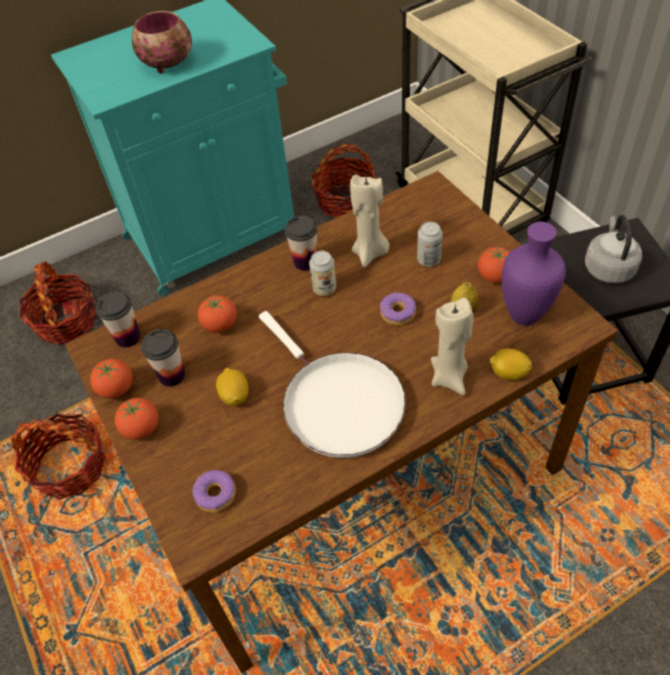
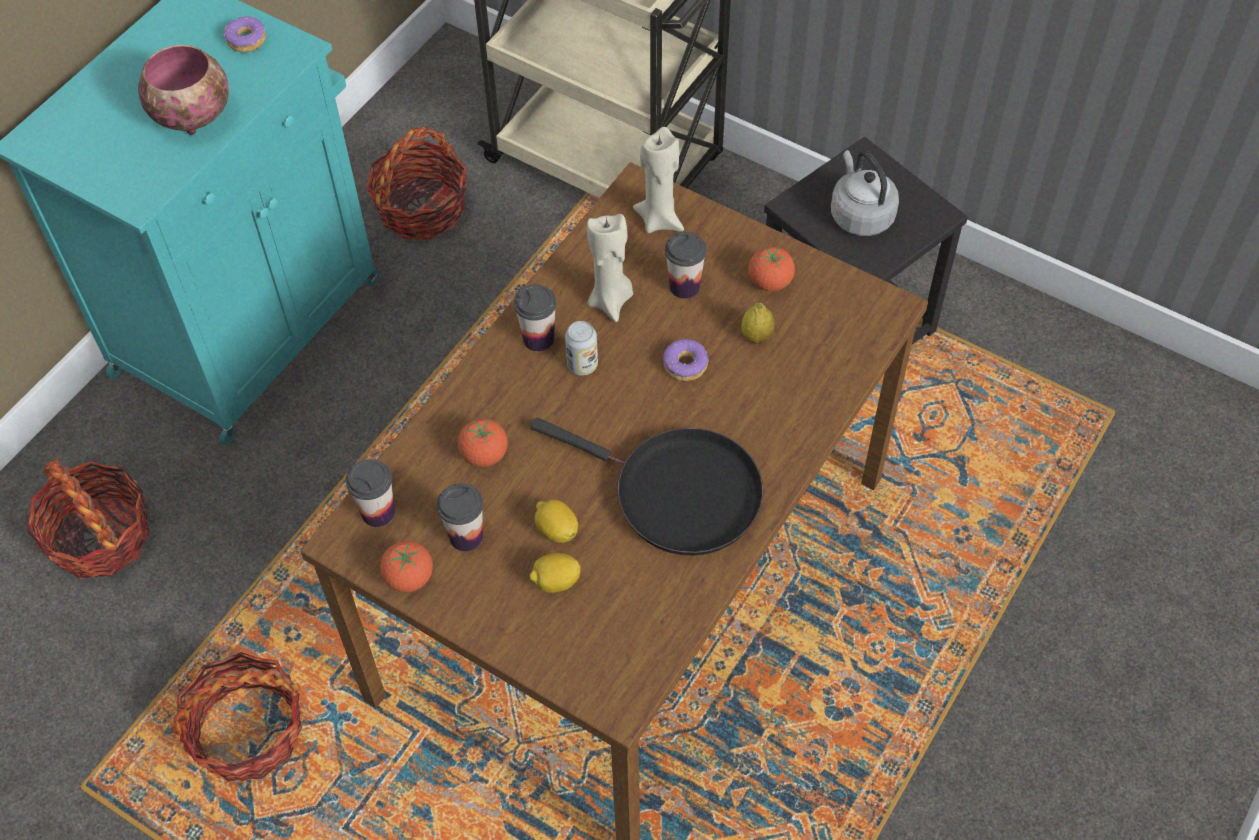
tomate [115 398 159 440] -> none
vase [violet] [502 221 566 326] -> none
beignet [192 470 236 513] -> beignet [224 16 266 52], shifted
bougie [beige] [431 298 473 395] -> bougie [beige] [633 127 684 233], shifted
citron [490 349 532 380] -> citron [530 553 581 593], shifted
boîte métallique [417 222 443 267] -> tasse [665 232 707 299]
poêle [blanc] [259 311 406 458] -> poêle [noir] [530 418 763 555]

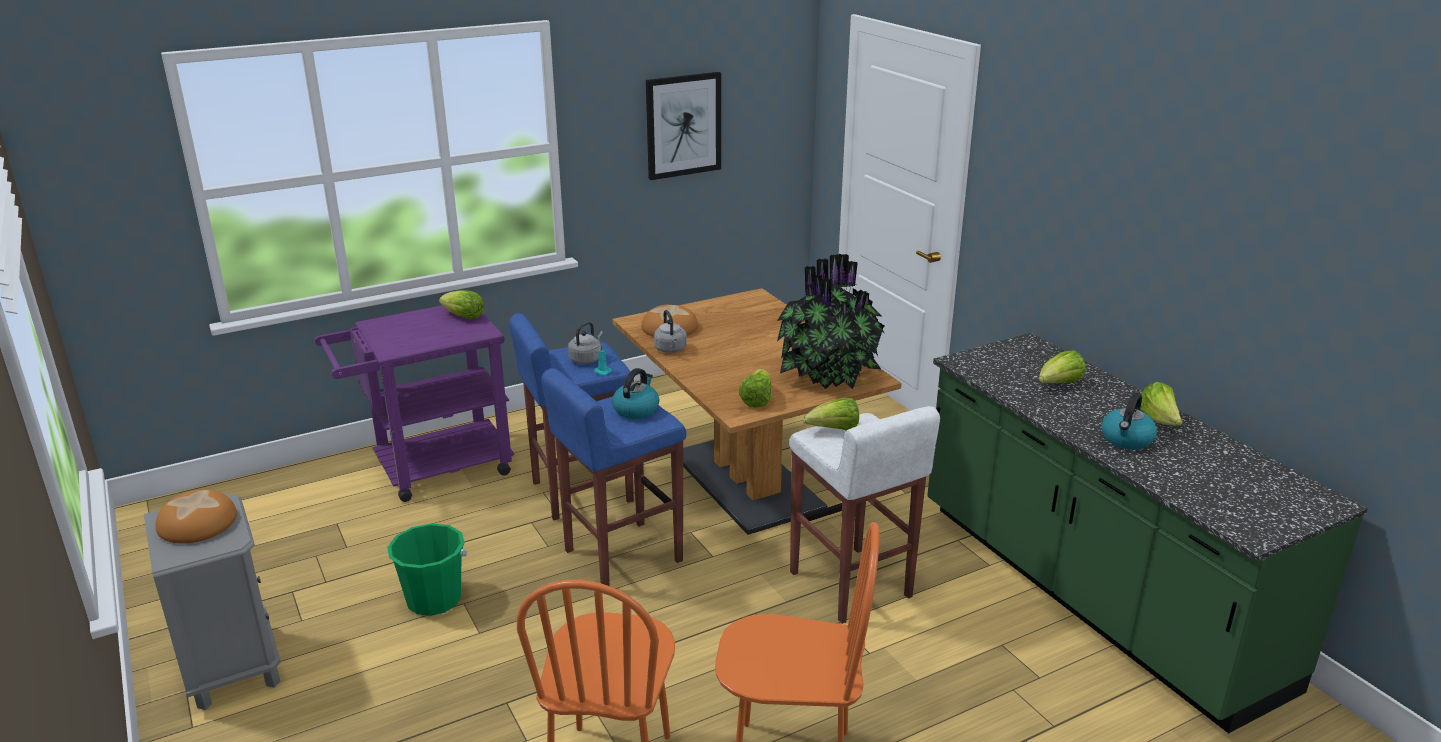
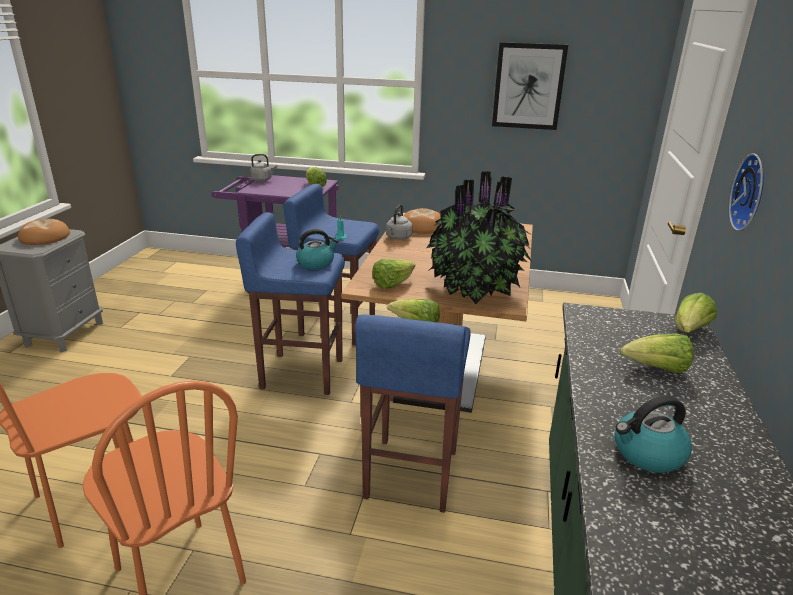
seau [vert] [387 523 467 616] -> none
none -> horloge murale [729 153 764 231]
bouilloire [gris] [568 322 603 364] -> bouilloire [gris] [250 154 277 181], shifted
laitue [1140 382 1182 426] -> laitue [675 293 717 333], shifted
tabouret [blanc] [789 406 940 624] -> tabouret [bleu] [355 314 470 513]

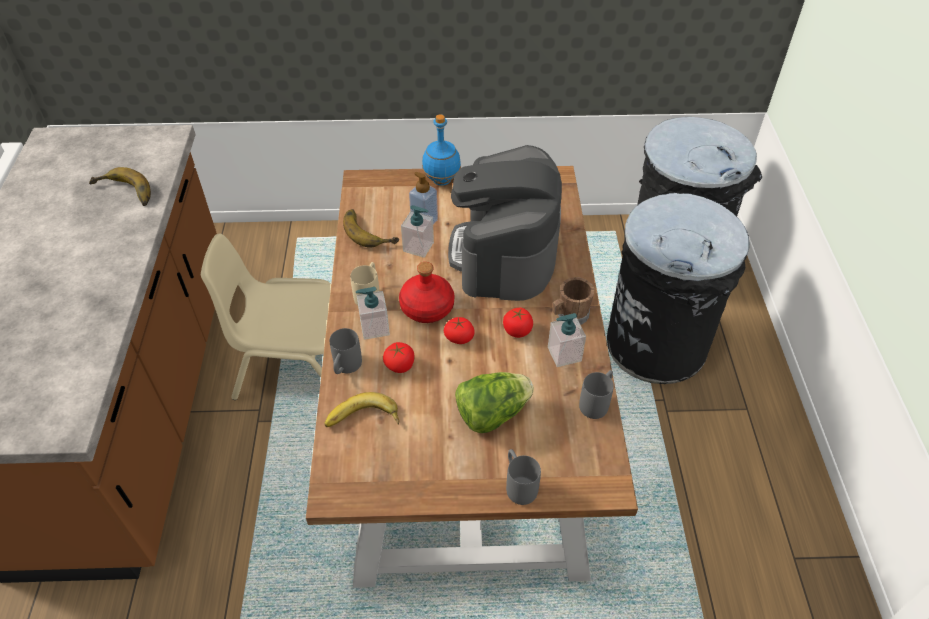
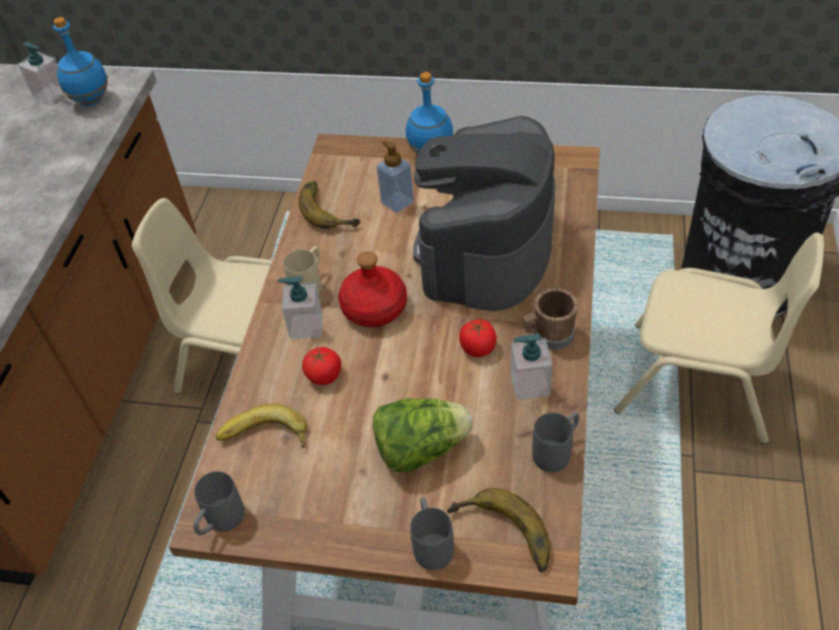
tomate [444 317 475 344] -> none
none -> bouteille [bleu] [53 17 108 106]
banane [89 167 151 206] -> banane [447 488 550 572], shifted
mug [gris] [330 328 362 374] -> mug [gris] [193 471 245 535], shifted
distributeur de savon [401 205 434 258] -> distributeur de savon [18 42 64 104], shifted
poubelle [noir] [607 193 750 384] -> chaise [beige] [614 232 824 444]

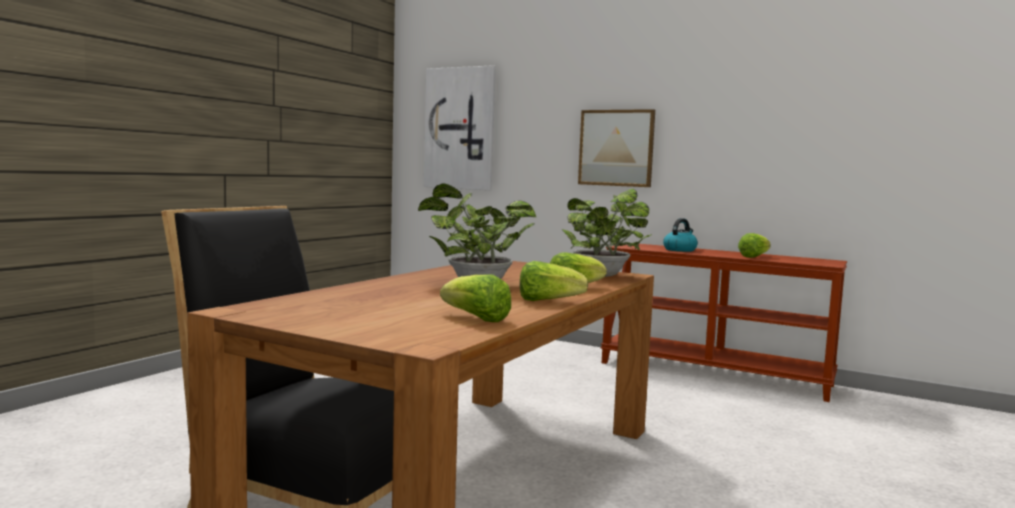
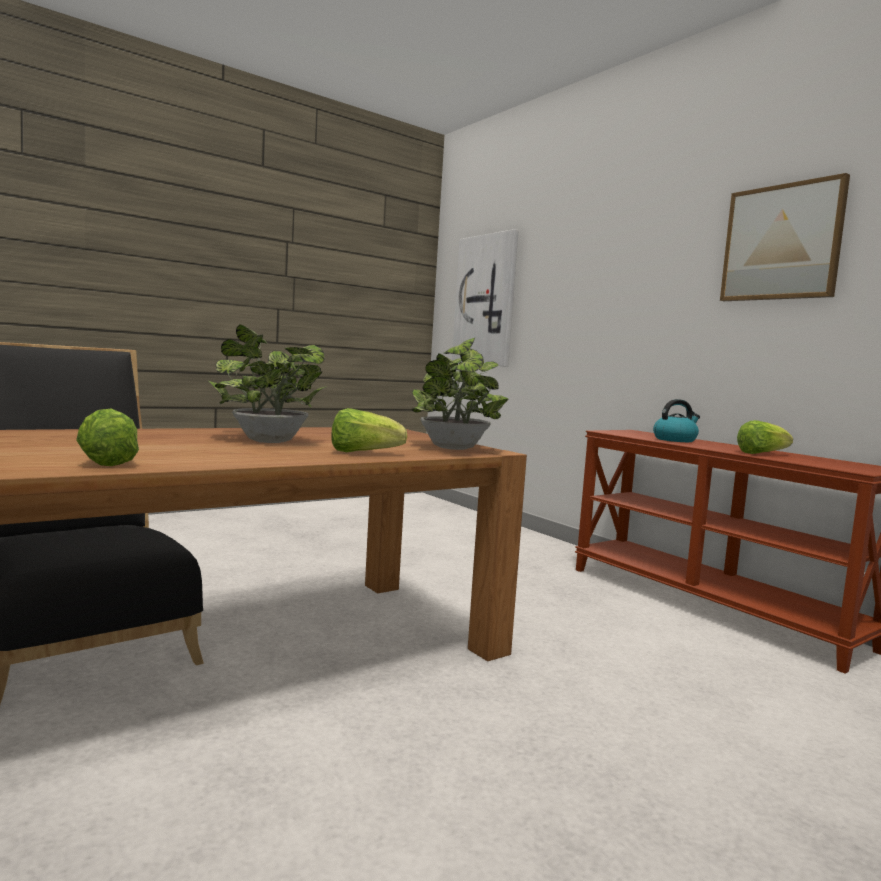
laitue [520 261 588 301] -> none
tableau [578 109 655 187] -> tableau [720 173 850 301], shifted

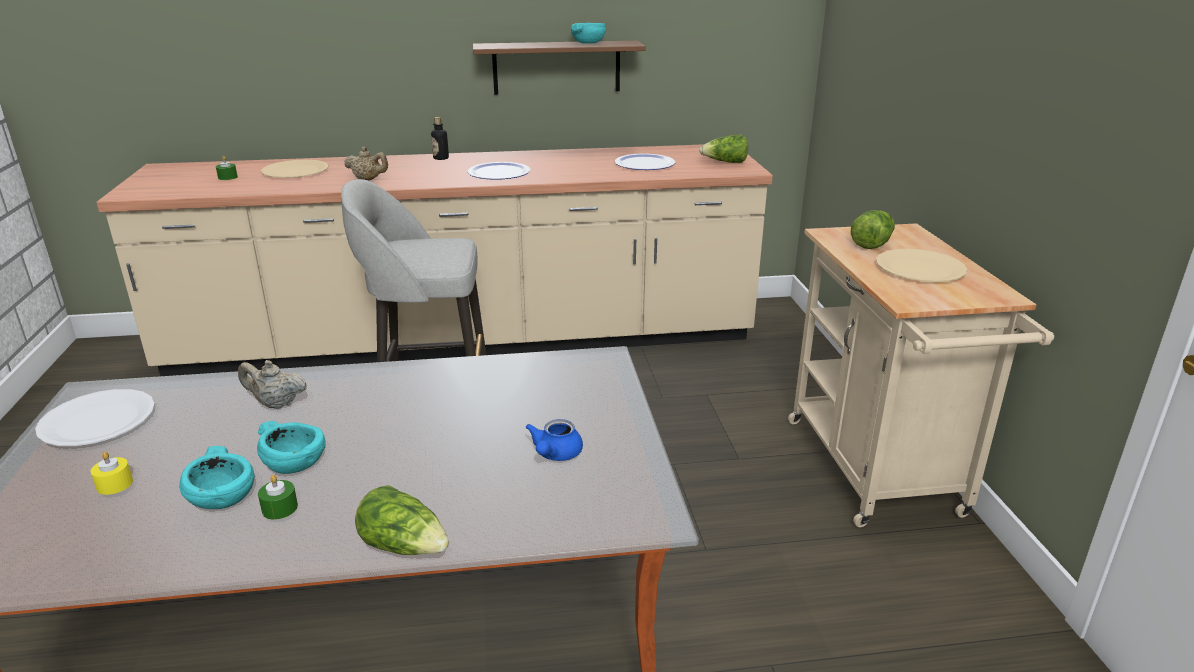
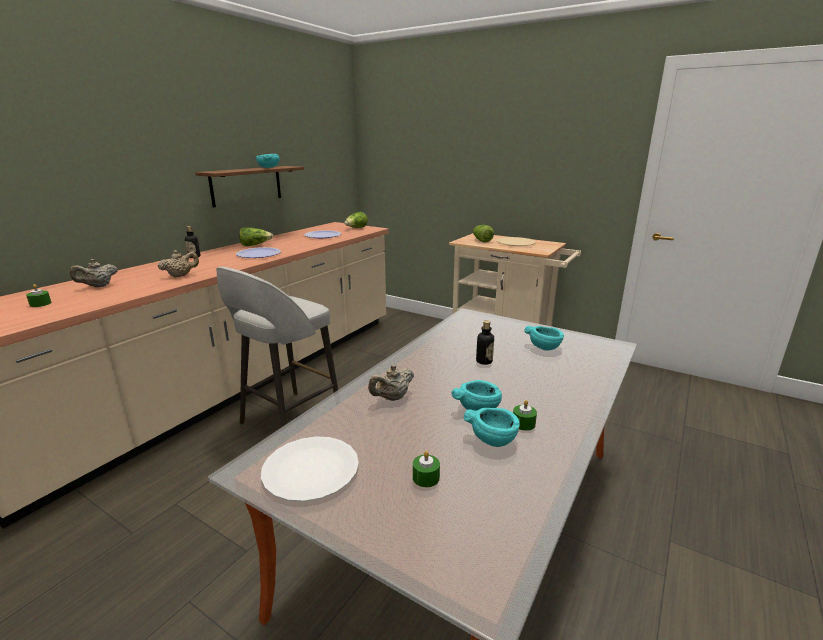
none -> bouteille [476 320 494 365]
laitue [355 485 449 555] -> laitue [239 228 273 246], shifted
assiette [beige] [261 160 329 178] -> théière [beige] [70 259 118 287]
théière [bleu] [526 419 583 461] -> bol [turquoise] [524 326 564 351]
bougie [jaune] [90 452 133 495] -> bougie [vert] [413 451 440 487]

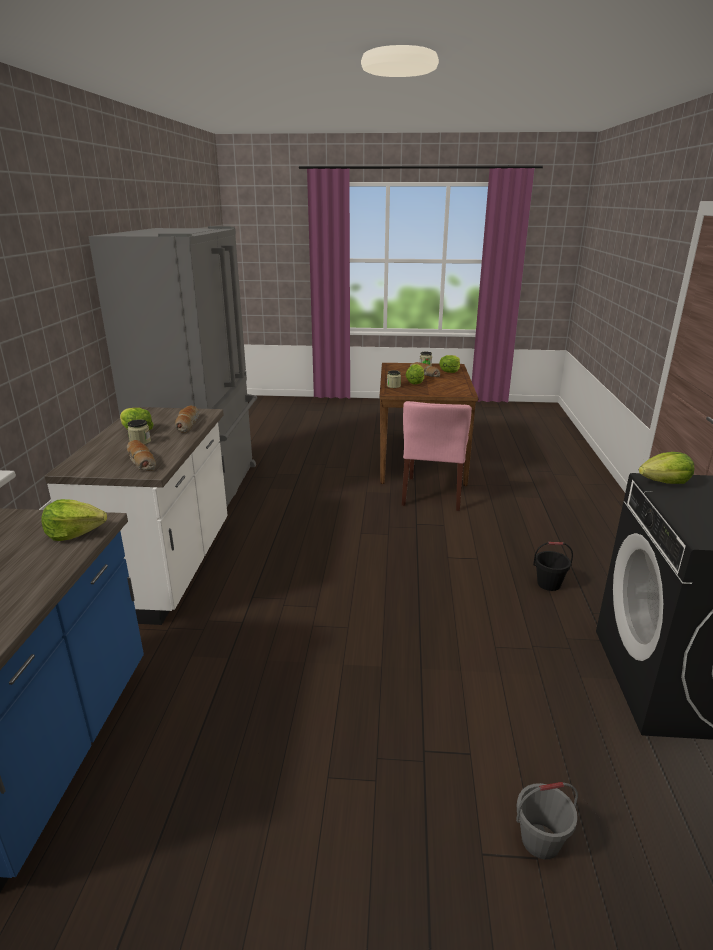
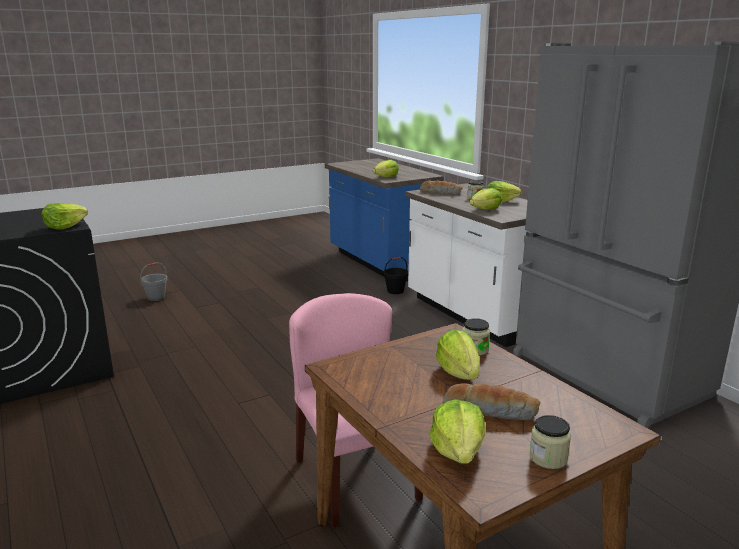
seau [noir] [533 542 573 591] -> seau [noir] [384 257 408 294], shifted
pain [175 405 199 433] -> laitue [470 188 502 210]

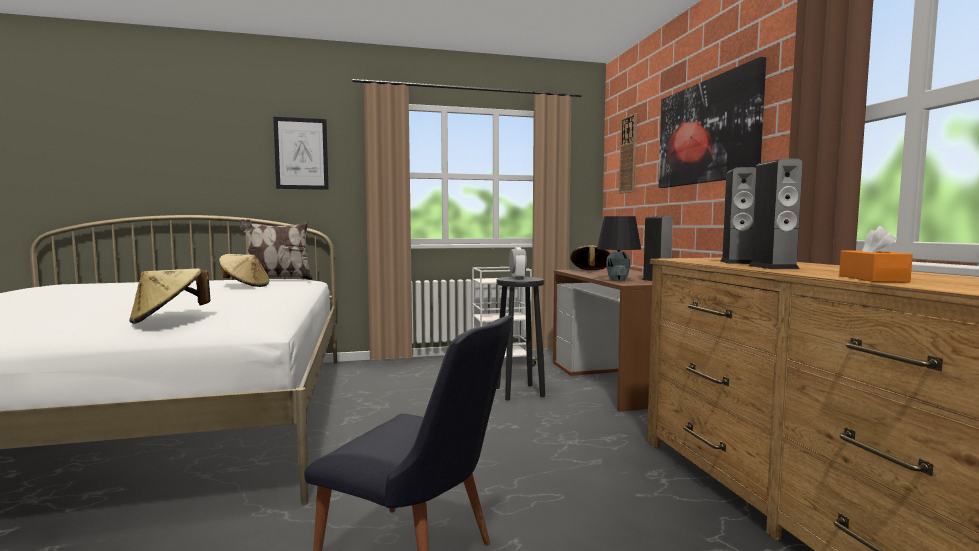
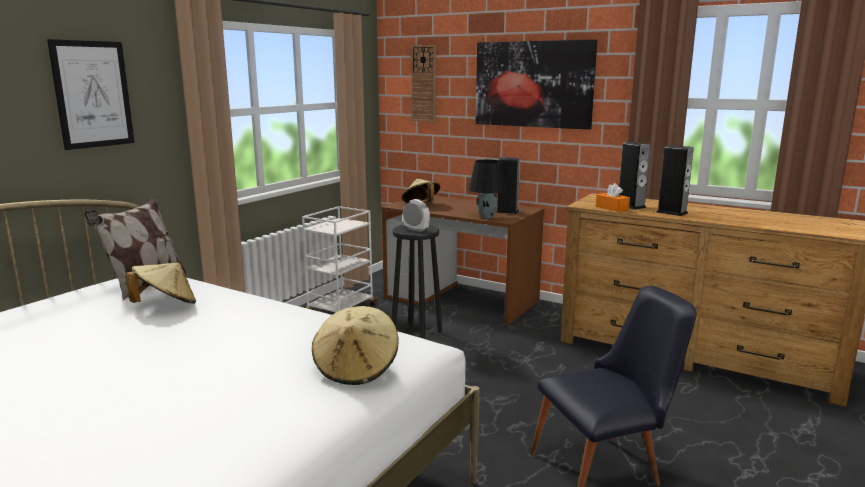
boîte à mouchoirs [orange] [839 226 913 283] -> boîte à mouchoirs [orange] [596 183 630 212], shifted

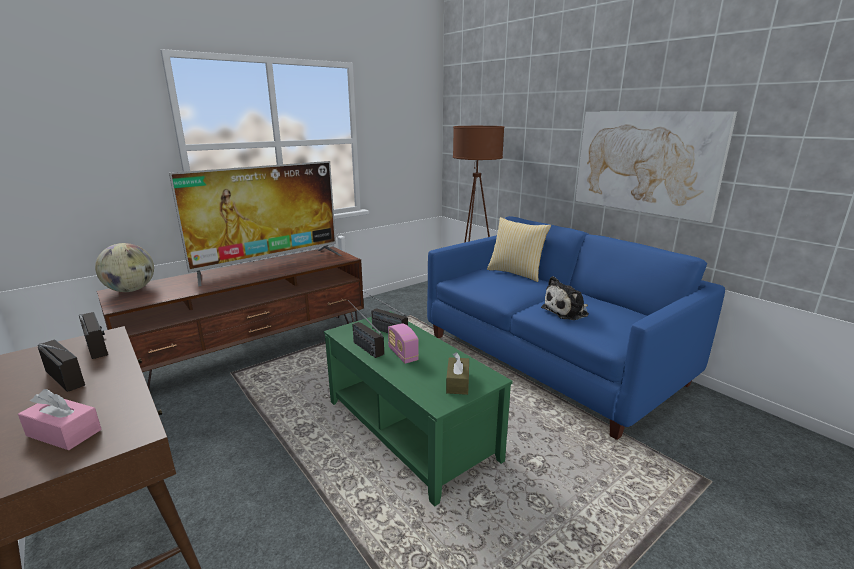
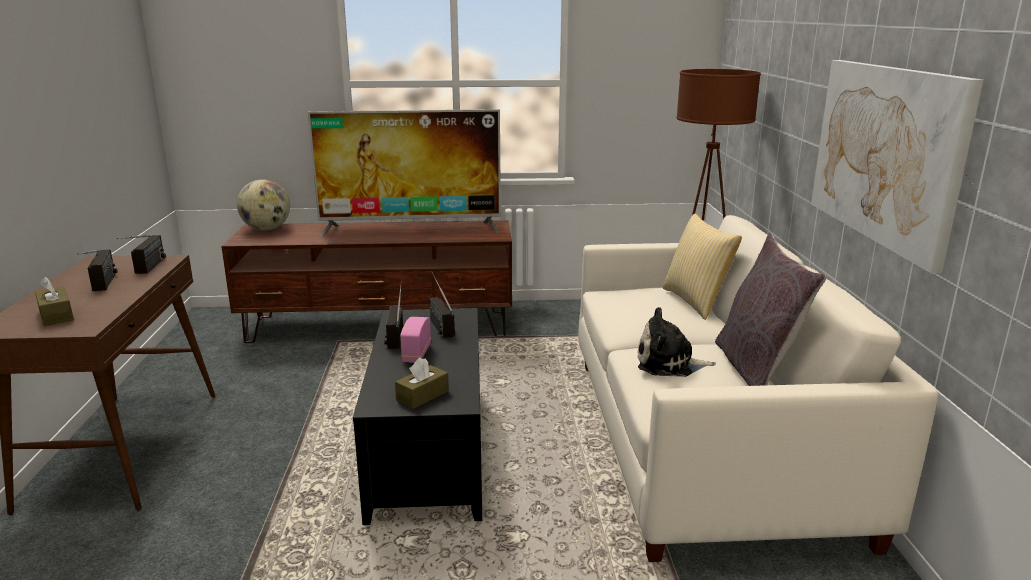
none -> coussin [gris] [715 233 827 386]
boîte à mouchoirs [rose] [18 389 101 450] -> boîte à mouchoirs [marron] [35 277 74 326]
table basse [vert] [324 311 513 506] -> table basse [noir] [353 308 482 525]
canapé [bleu] [427 216 725 440] -> canapé [blanc] [578 215 938 562]

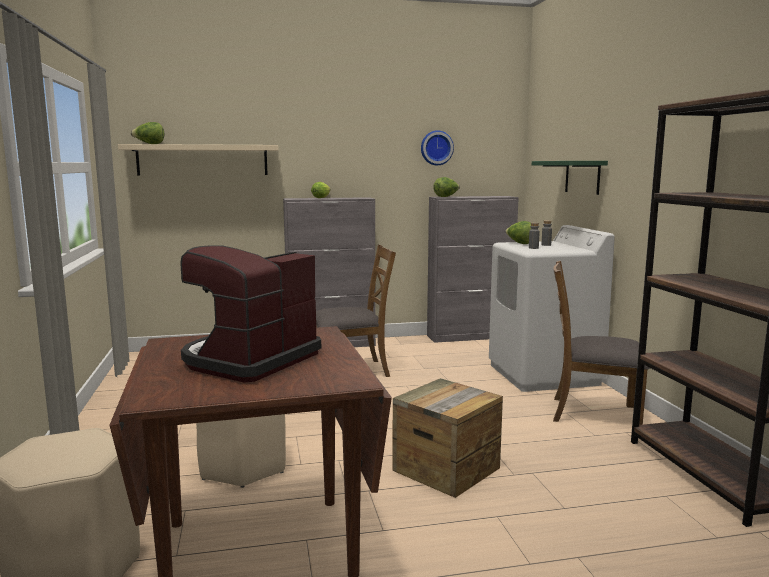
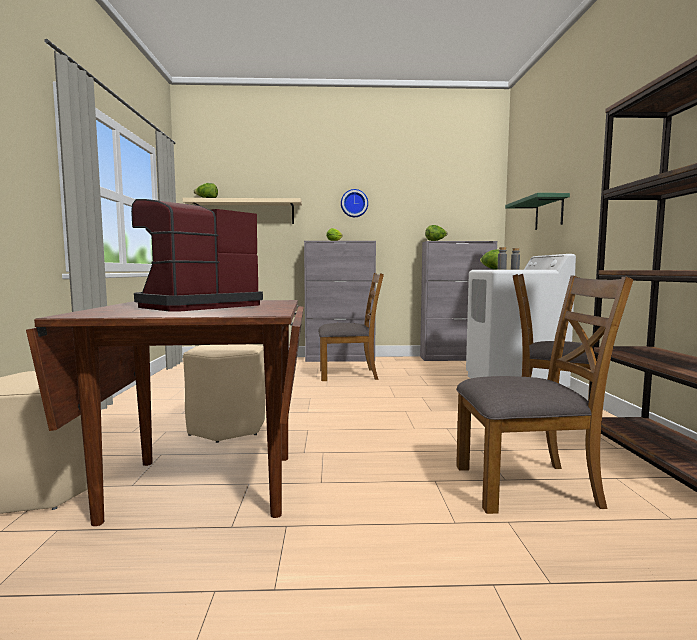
caisse [392 378 503 498] -> none
none -> chaise [marron] [456 276 634 514]
horloge murale [421 130 454 165] -> horloge murale [341 189 368 217], shifted

